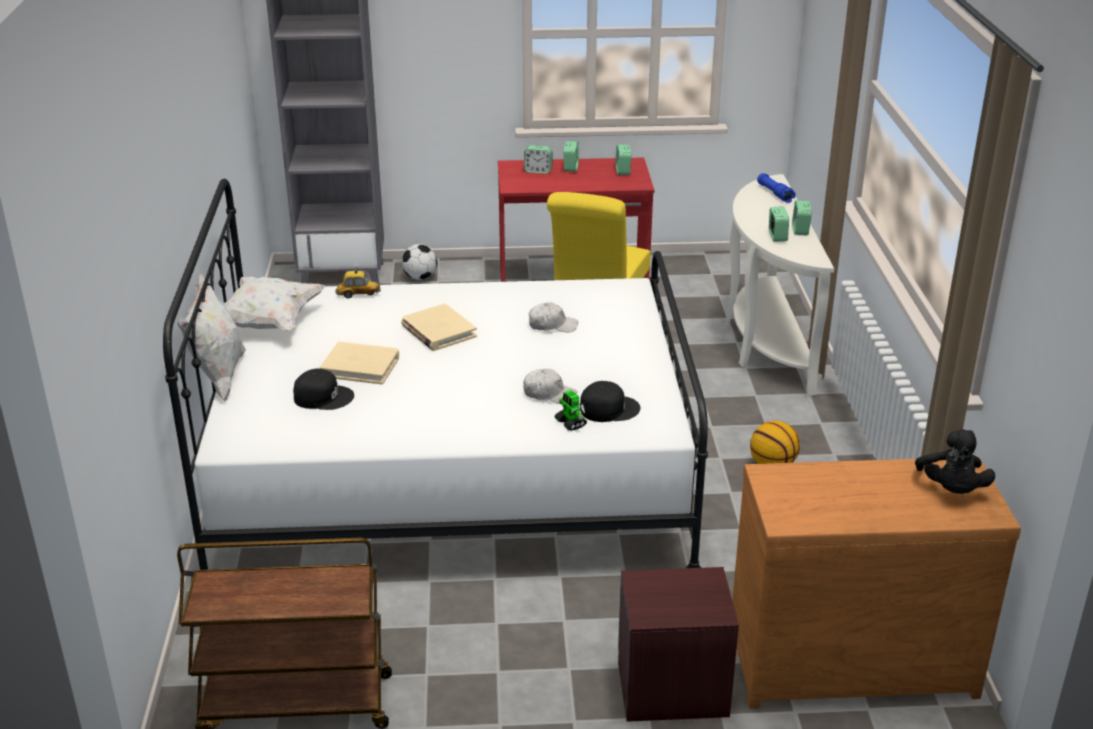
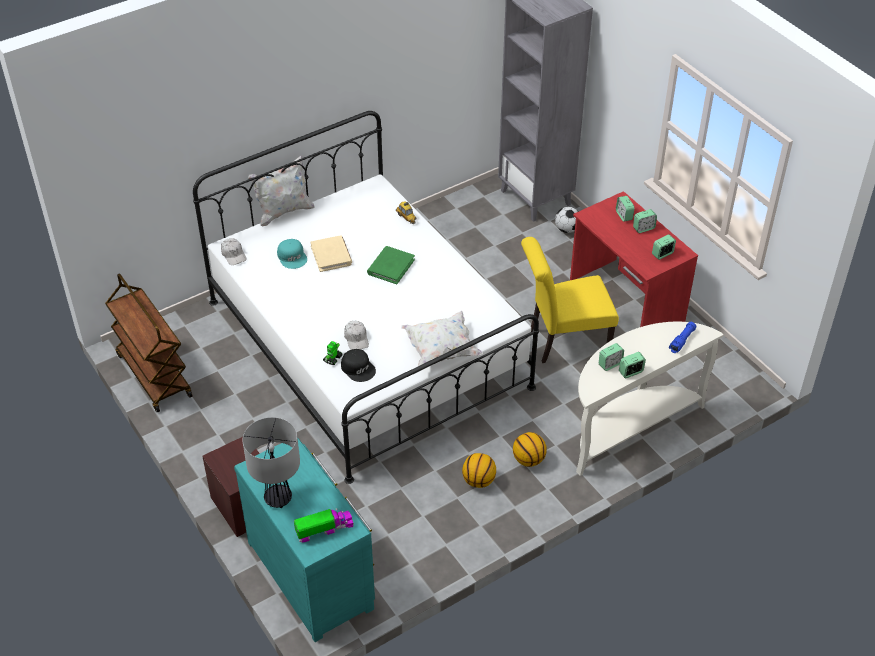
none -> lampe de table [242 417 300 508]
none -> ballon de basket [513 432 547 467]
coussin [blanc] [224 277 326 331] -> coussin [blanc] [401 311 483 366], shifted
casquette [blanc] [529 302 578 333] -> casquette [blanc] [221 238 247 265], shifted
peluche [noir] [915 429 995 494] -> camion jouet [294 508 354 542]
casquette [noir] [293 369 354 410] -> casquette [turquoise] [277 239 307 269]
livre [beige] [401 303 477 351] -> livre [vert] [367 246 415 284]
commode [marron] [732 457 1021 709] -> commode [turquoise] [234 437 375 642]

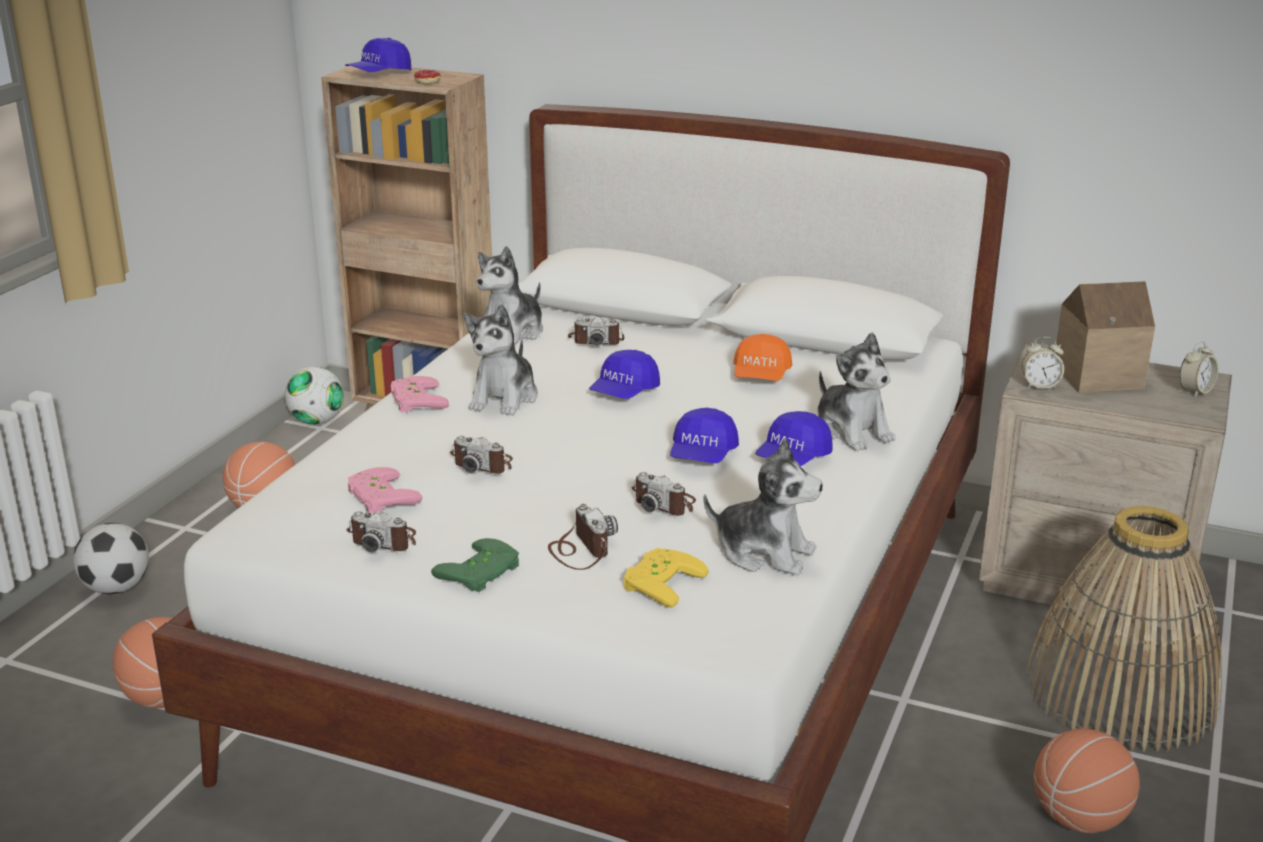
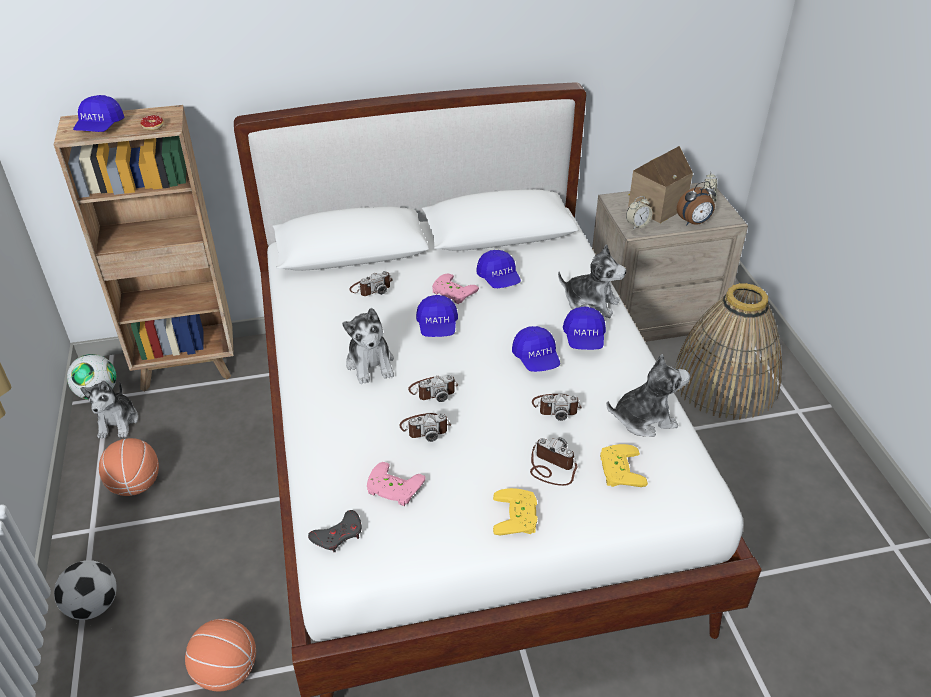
ballon de basket [1033 728 1140 833] -> none
none -> manette [gris] [308 510 362 552]
none -> réveil [677 181 716 225]
appareil photo [346 511 416 552] -> appareil photo [408 375 458 402], shifted
manette [rose] [391 376 449 413] -> manette [rose] [432 274 479 304], shifted
peluche [476 246 543 345] -> peluche [80 380 138 438], shifted
manette [vert] [431 538 519 592] -> manette [jaune] [493 488 538 536]
casquette [orange] [733 334 792 381] -> casquette [bleu] [476 250 521 288]

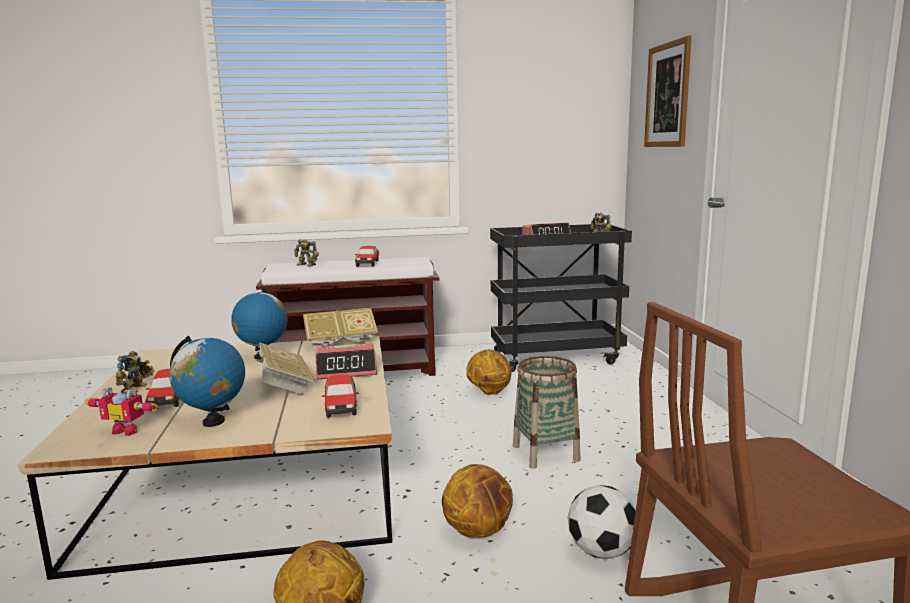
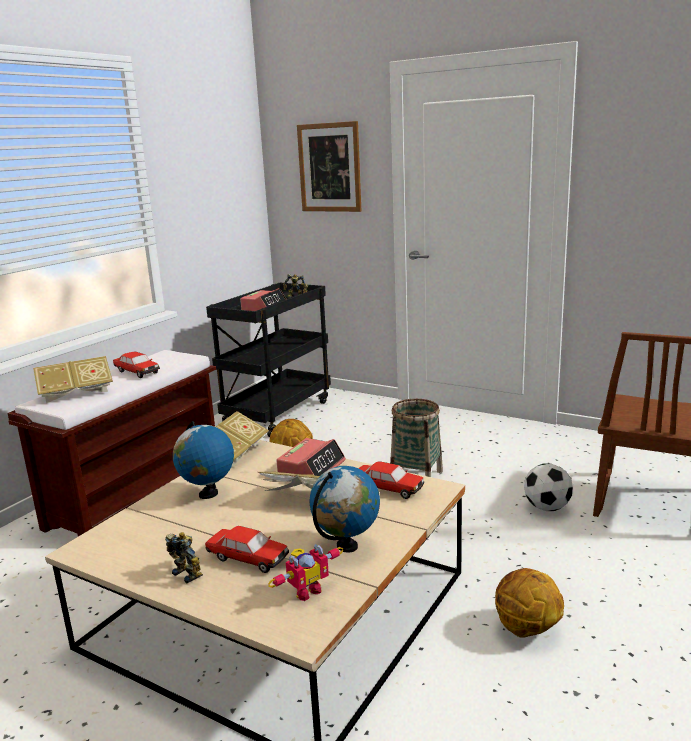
ballon de basket [442 464 513 538] -> none
robot jouet [294 239 319 266] -> livre [33 356 113 403]

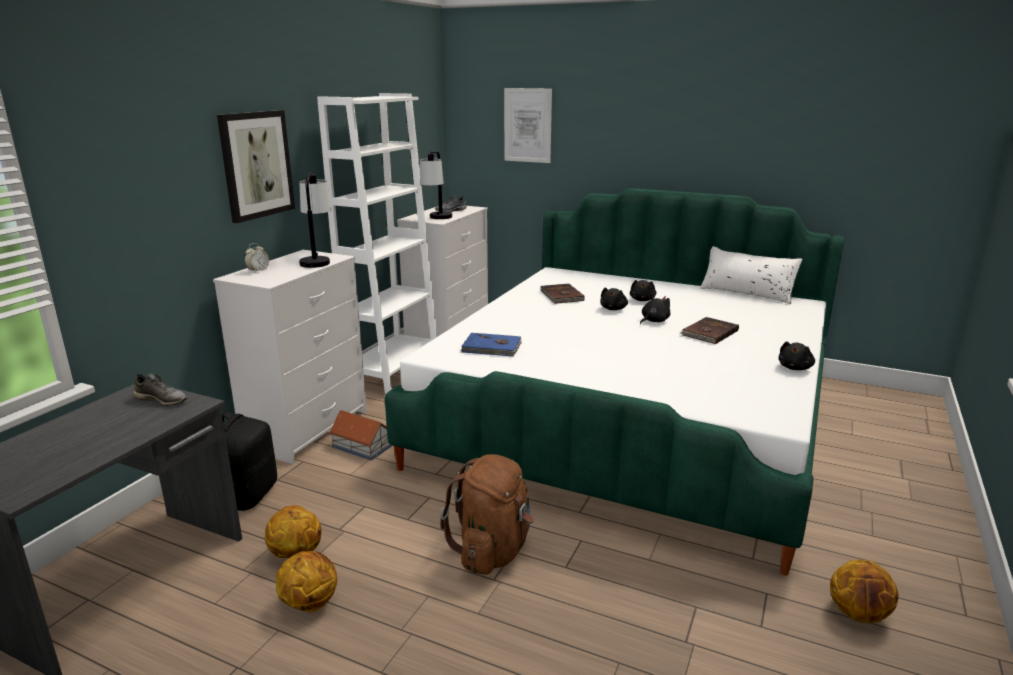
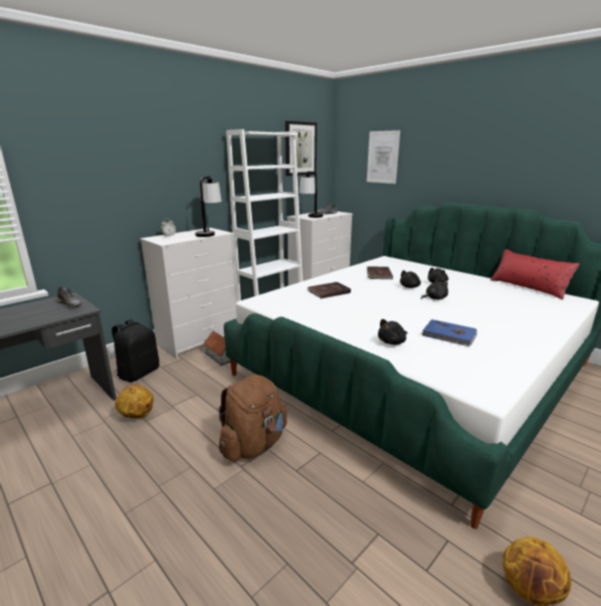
ballon de basket [276 551 337 613] -> none
tableau [217 110 295 223] -> tableau [285 121 317 176], shifted
livre [bleu] [461 333 522 357] -> livre [bleu] [422 319 477 346], shifted
livre [marron] [680 317 739 344] -> livre [marron] [307 282 351 299], shifted
peluche [noir] [779 341 815 370] -> peluche [noir] [378 319 407 345], shifted
coussin [blanc] [700 246 802 304] -> coussin [rouge] [490 249 580 300]

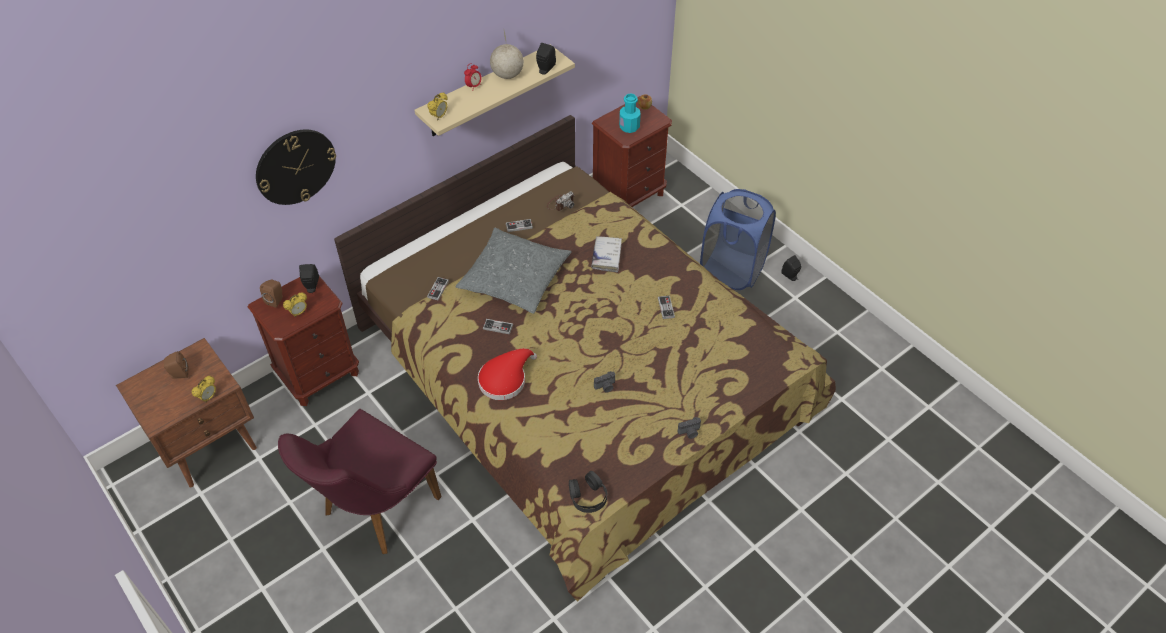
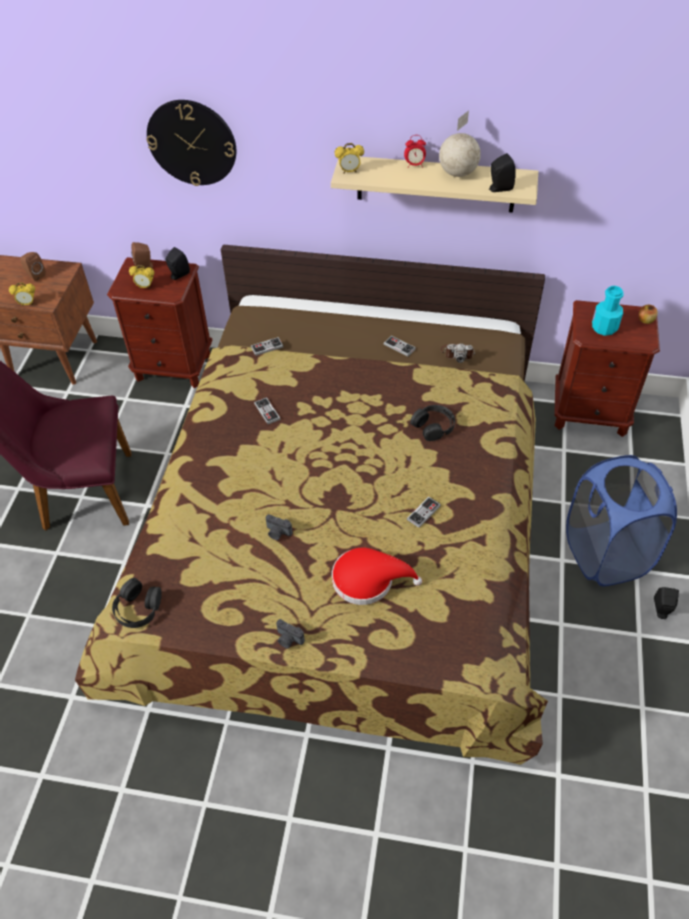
coussin [gris] [455 228 572 314] -> none
chapeau [rouge] [478 348 537 400] -> chapeau [rouge] [332 548 422 605], shifted
livre [blanc] [591 236 622 272] -> casque audio [noir] [410 405 455 441]

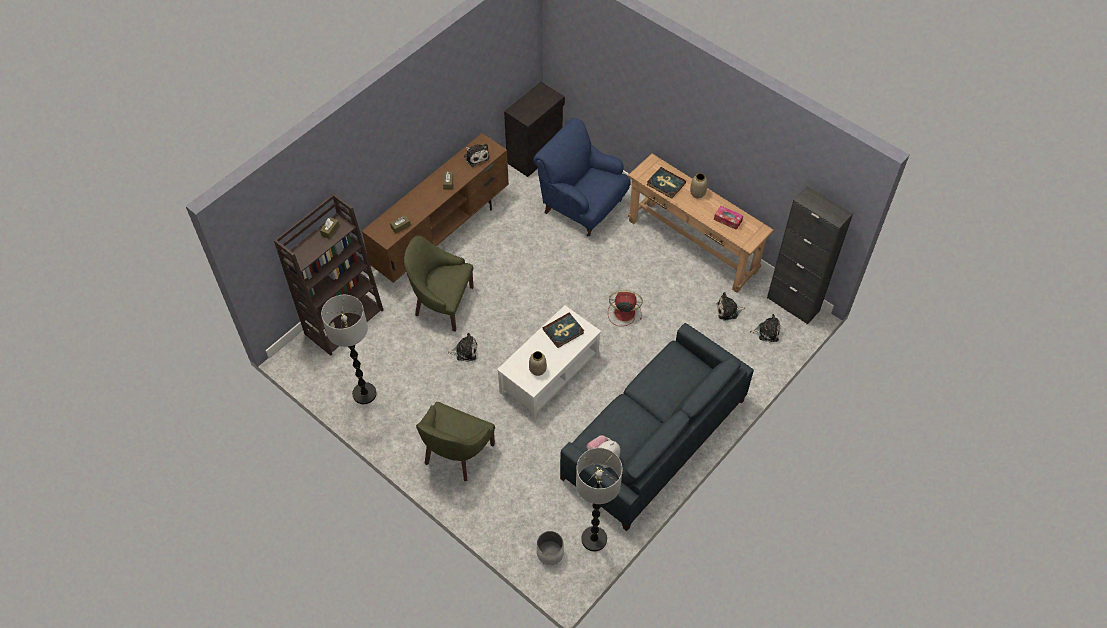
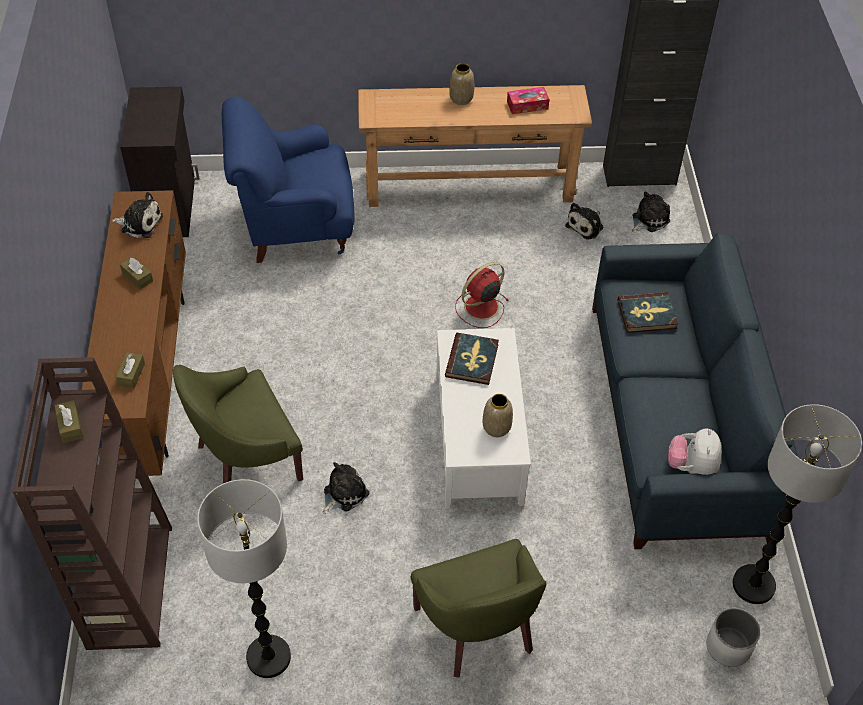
livre [647 167 686 199] -> livre [618 292 678 333], shifted

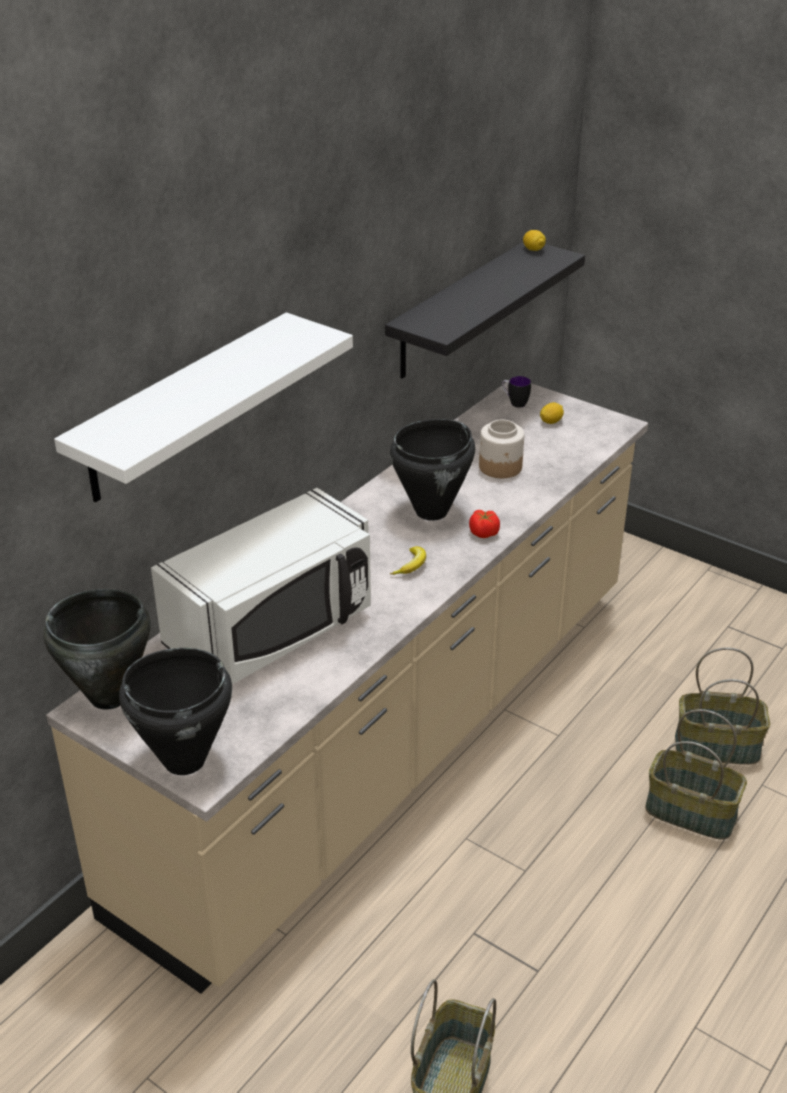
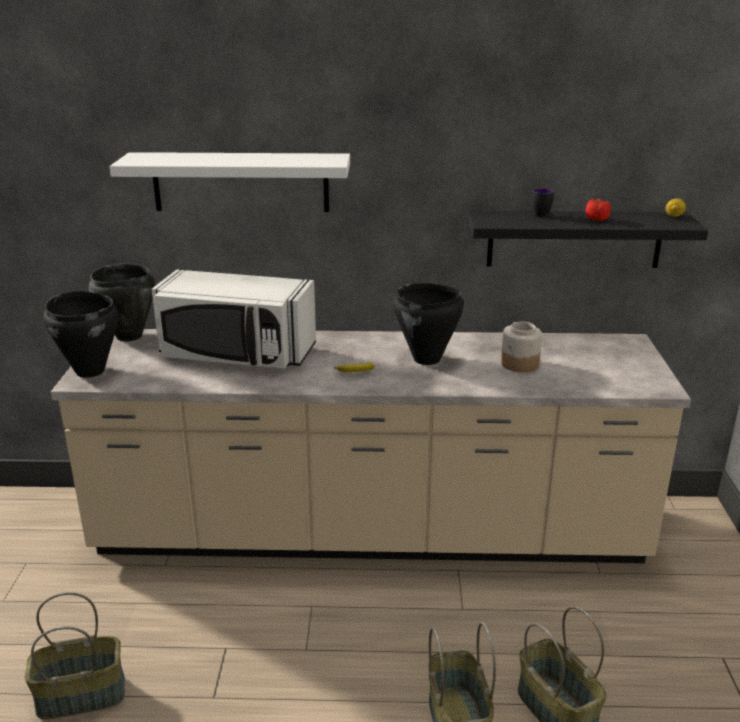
citron [540 402 564 424] -> none
tomate [469 510 500 538] -> tomate [585 199 611 221], shifted
mug [501 376 531 408] -> mug [532 188 554 217], shifted

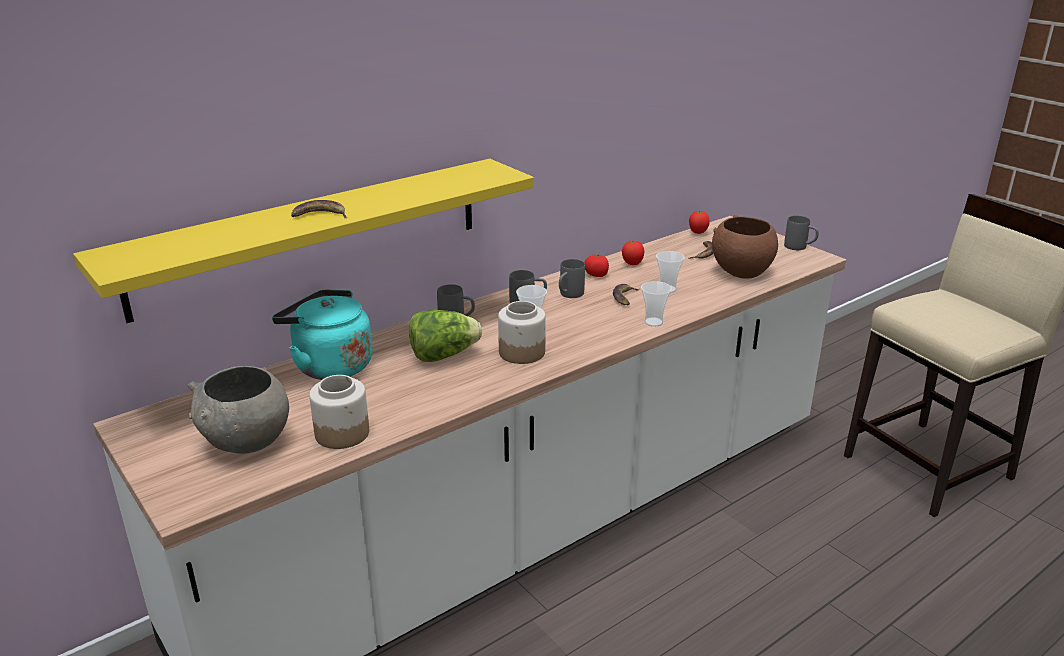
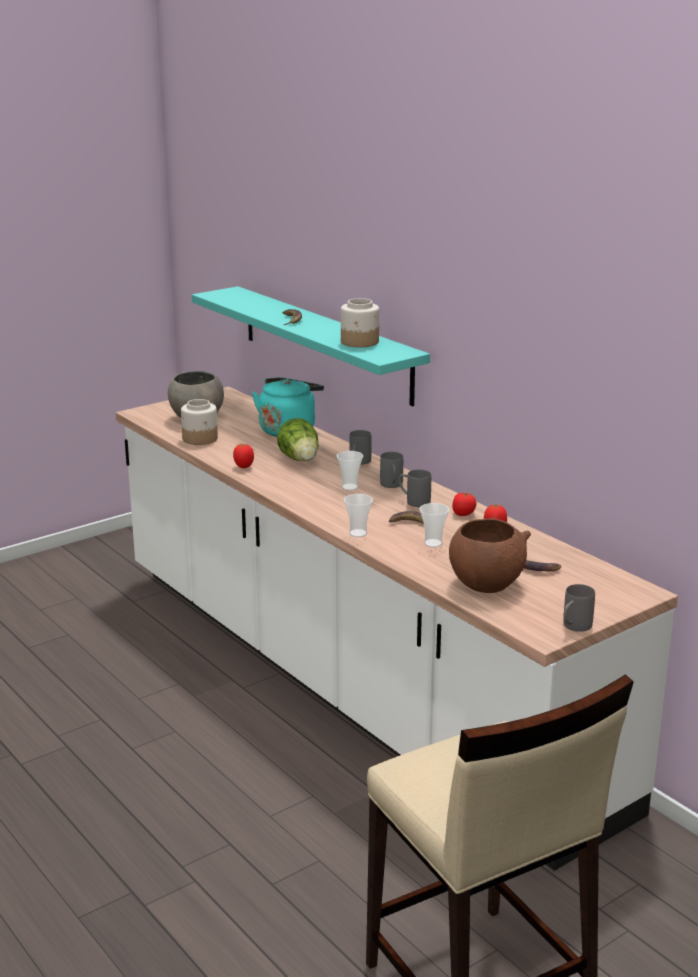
bocal [498 301 546 364] -> bocal [341 298 379 347], shifted
tomate [689 211 710 234] -> tomate [233 444 254 468], shifted
étagère [jaune] [73 159 534 323] -> étagère [turquoise] [192 286 430 406]

